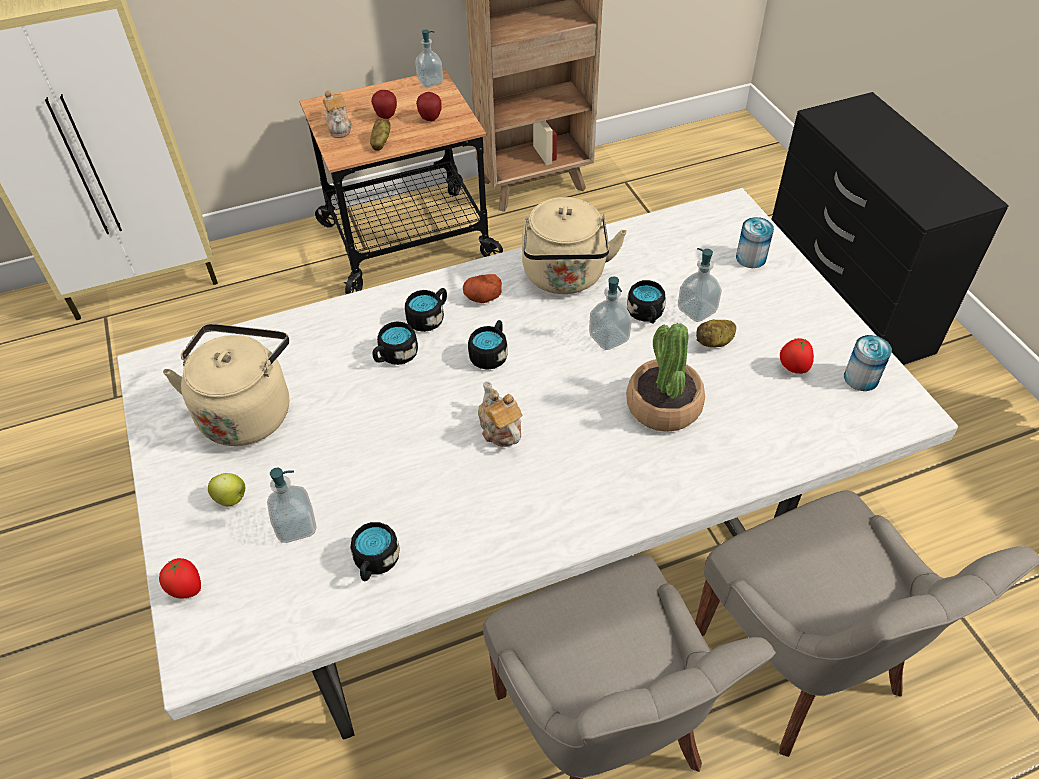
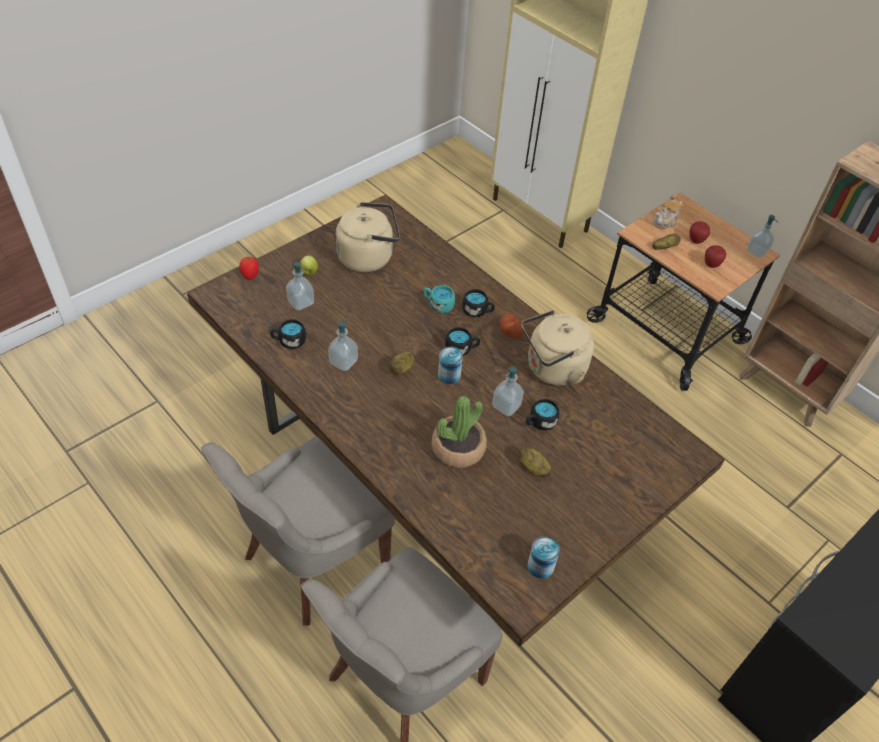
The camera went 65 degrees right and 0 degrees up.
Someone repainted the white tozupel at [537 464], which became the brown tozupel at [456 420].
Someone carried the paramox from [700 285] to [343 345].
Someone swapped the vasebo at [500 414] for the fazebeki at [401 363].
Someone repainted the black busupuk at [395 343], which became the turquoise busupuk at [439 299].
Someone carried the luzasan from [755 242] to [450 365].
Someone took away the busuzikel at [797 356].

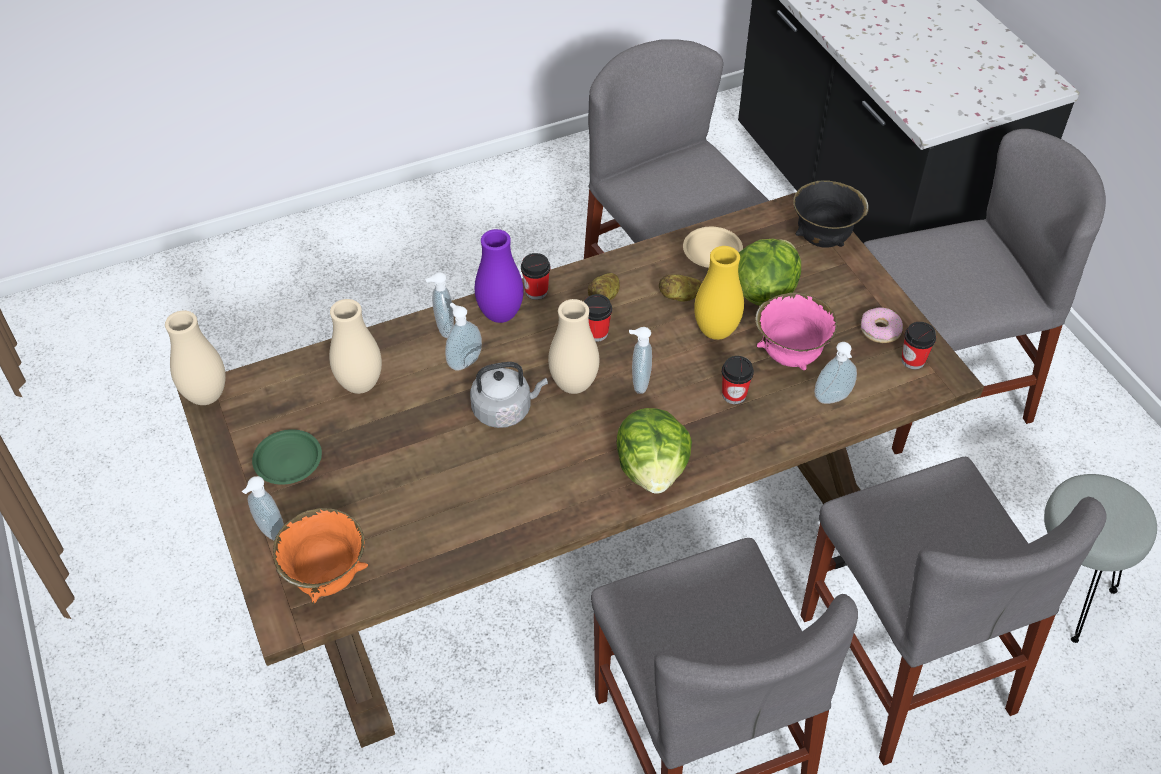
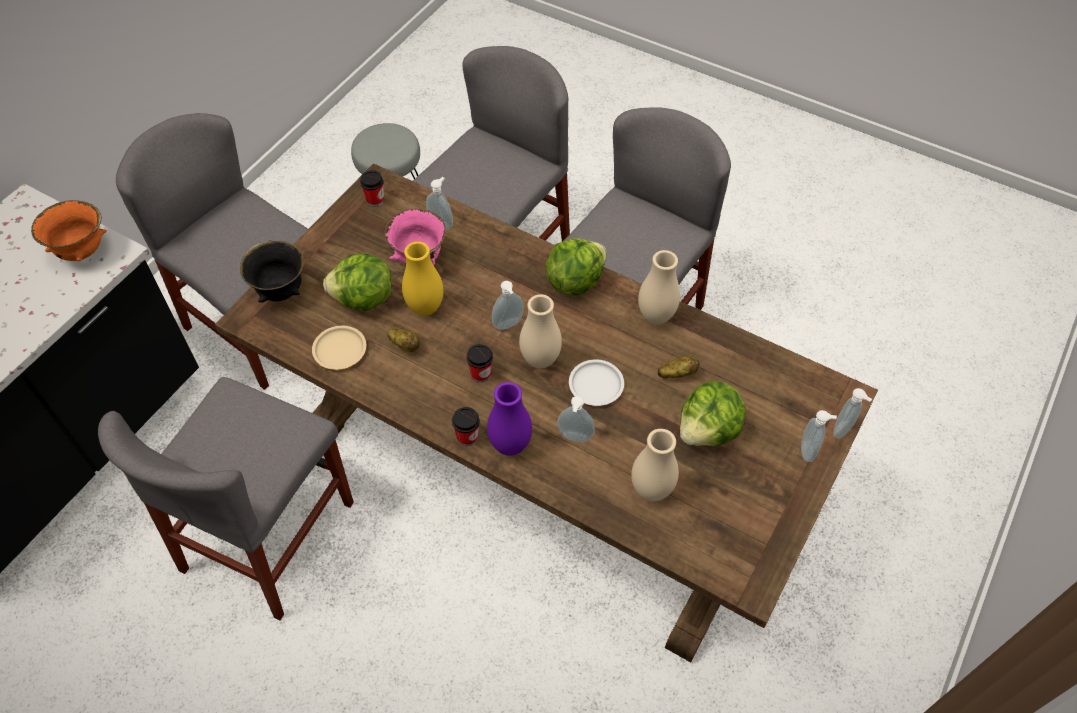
The camera went 125 degrees left and 5 degrees up.
Someone carried the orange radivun from [320 556] to [69 230].
Someone swapped the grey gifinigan at [509 395] for the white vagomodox at [596 383].
Someone carried the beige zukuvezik from [195 358] to [659 287].
Someone carried the fazebeki from [604 286] to [678 367].
Someone put down the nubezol at [713 413].
Someone carried the paramox from [439 305] to [852 413].
Someone took away the green vagomodox at [287 457].
Someone took away the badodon at [738 380].
Someone took away the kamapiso at [882 325].

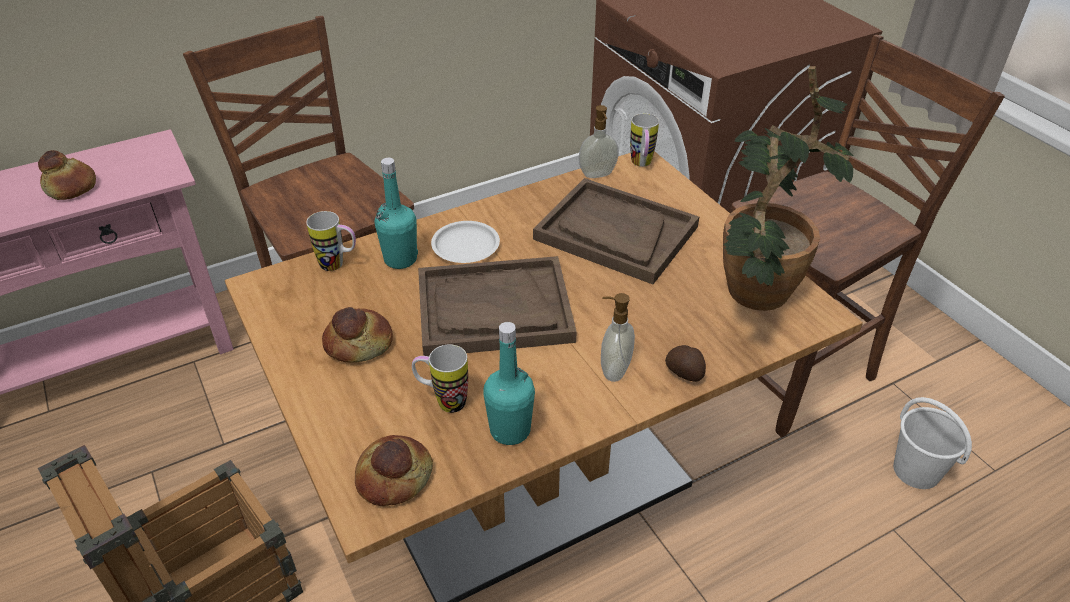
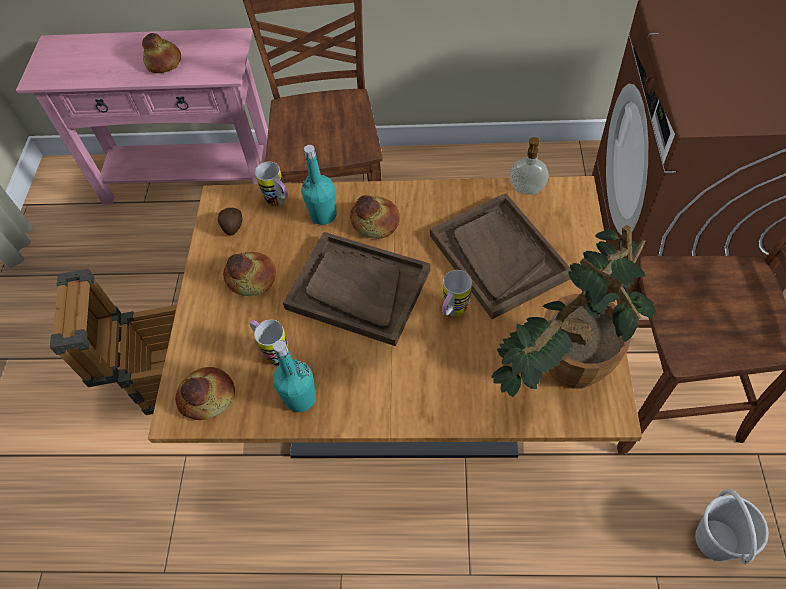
The camera went 35 degrees right and 15 degrees up.
Someone carried the fazebeki from [685 363] to [230 221].
Someone swapped the white vagomodox at [465 242] for the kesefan at [375 217].
Someone carried the busupuk from [644 140] to [457 293].
Someone took away the paramox at [618 337].

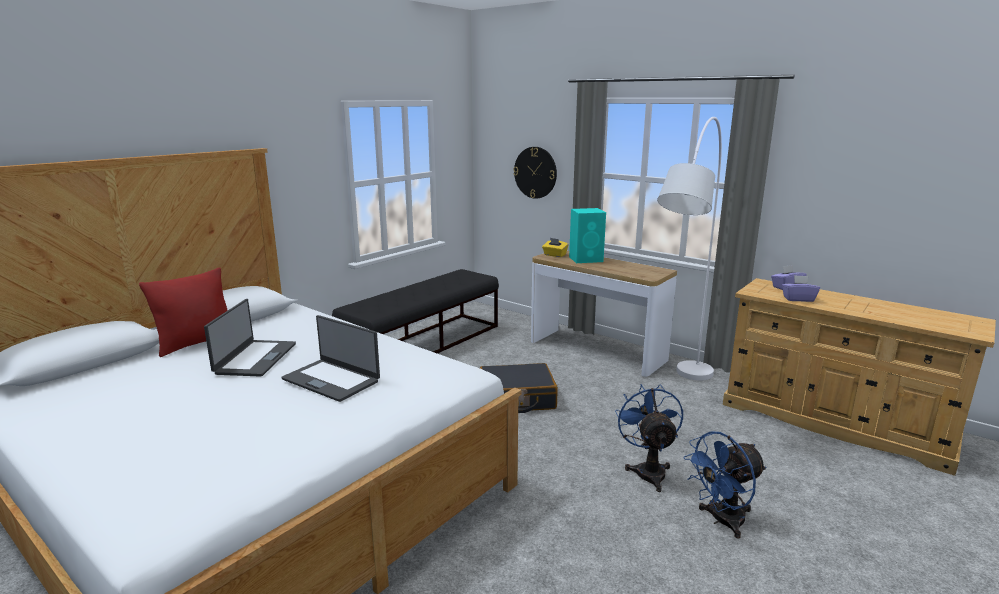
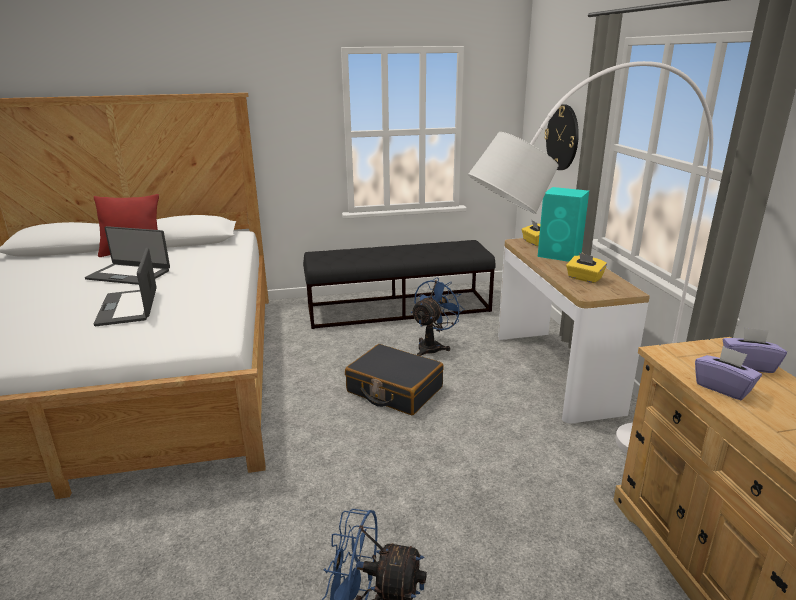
The camera went 40 degrees right and 5 degrees up.
Someone rotated the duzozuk at [250 338] by 60 degrees clockwise.
Someone carried the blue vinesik from [649 438] to [438 316].
Someone put down the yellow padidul at [586 268].

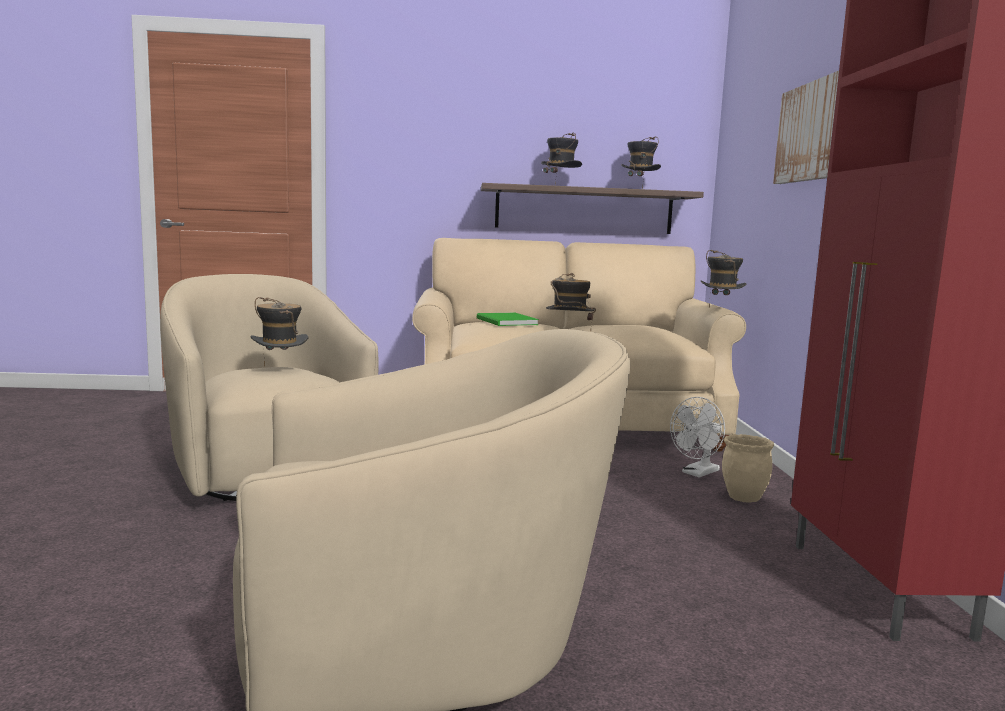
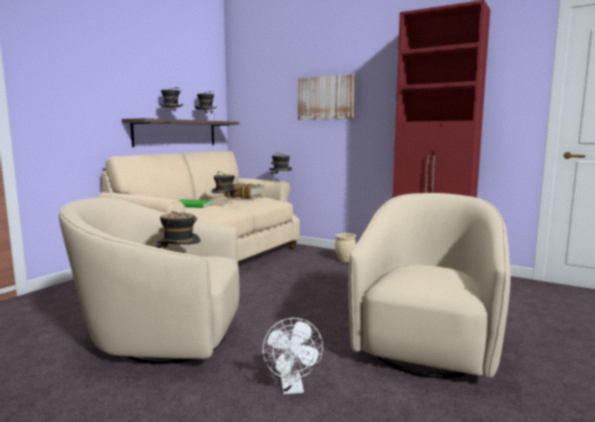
The camera went 55 degrees left and 0 degrees up.
Someone put down the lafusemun at [244 191].
Someone carried the white vinesik from [697 437] to [292 356].

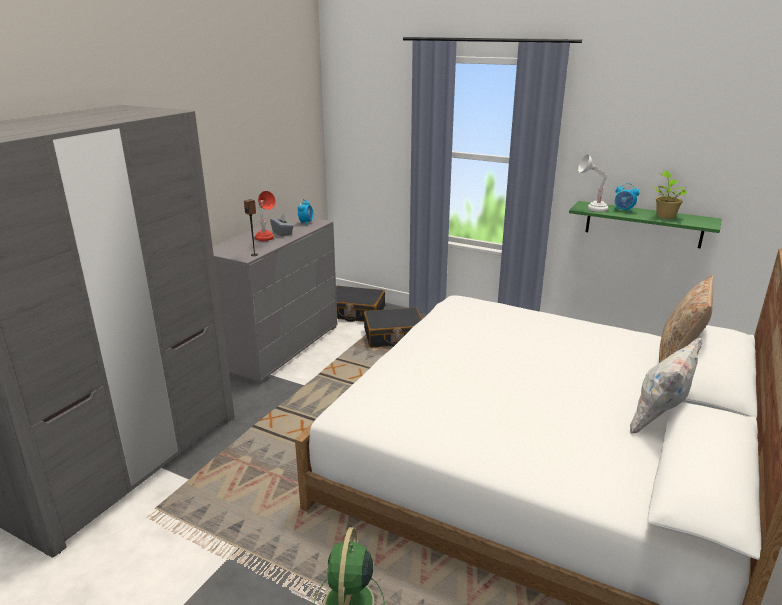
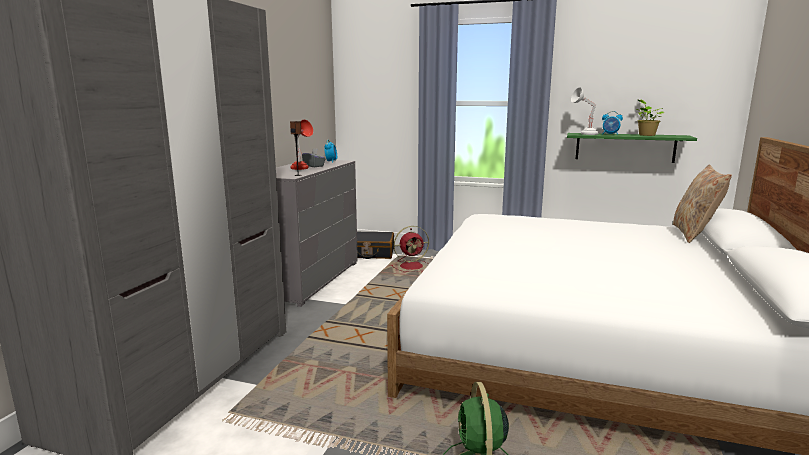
The camera went 10 degrees left and 10 degrees down.
Someone swapped the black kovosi at [393 327] for the red vinesik at [410 249].
Someone took away the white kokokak at [666 385].

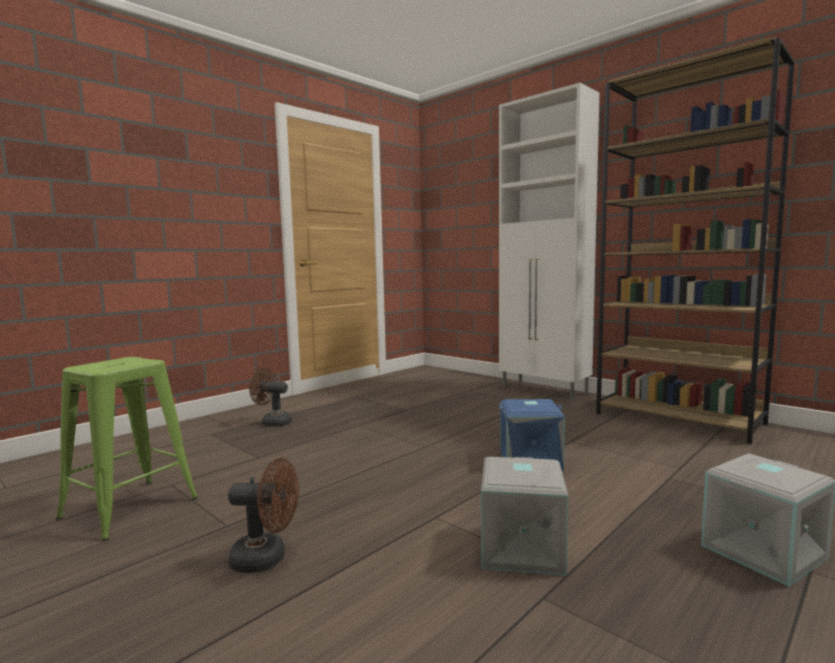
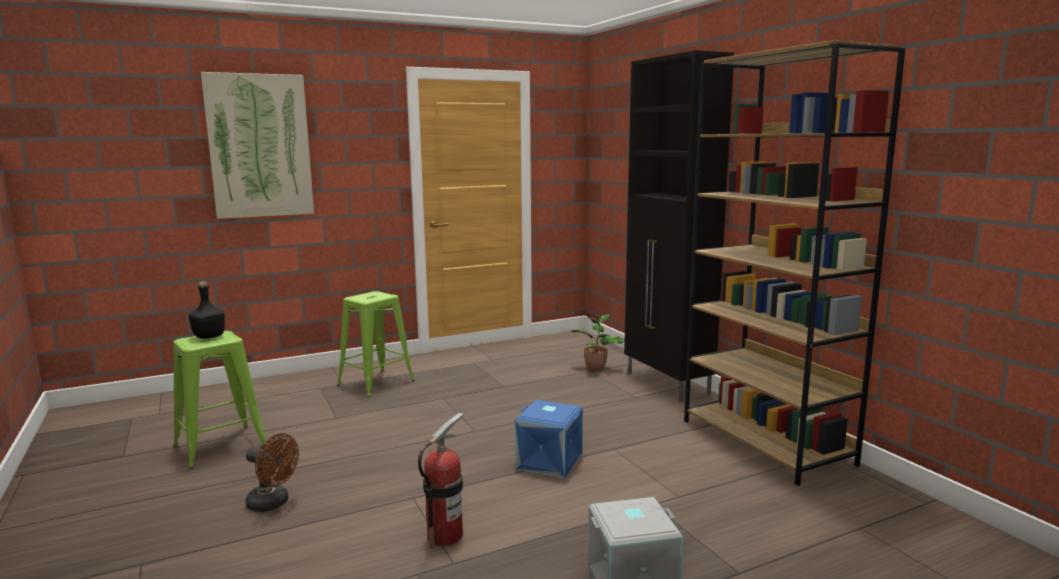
The camera went 20 degrees right and 5 degrees up.
Someone put down the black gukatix at [207 310].
Someone put up the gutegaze at [257 145].
Someone swapped the brown vinesik at [270 397] for the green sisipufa at [376 344].
Someone swapped the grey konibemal at [524 516] for the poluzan at [441 480].
Someone put down the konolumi at [597 342].
Someone repainted the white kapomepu at [549 242], which became the black kapomepu at [679 225].

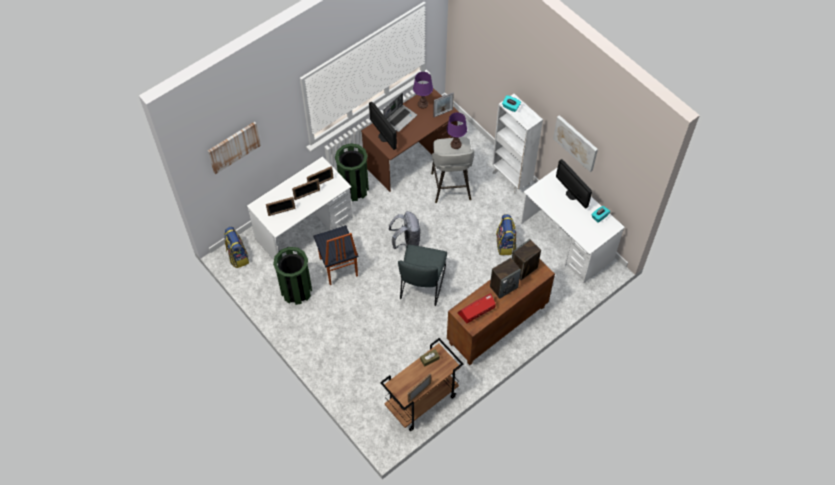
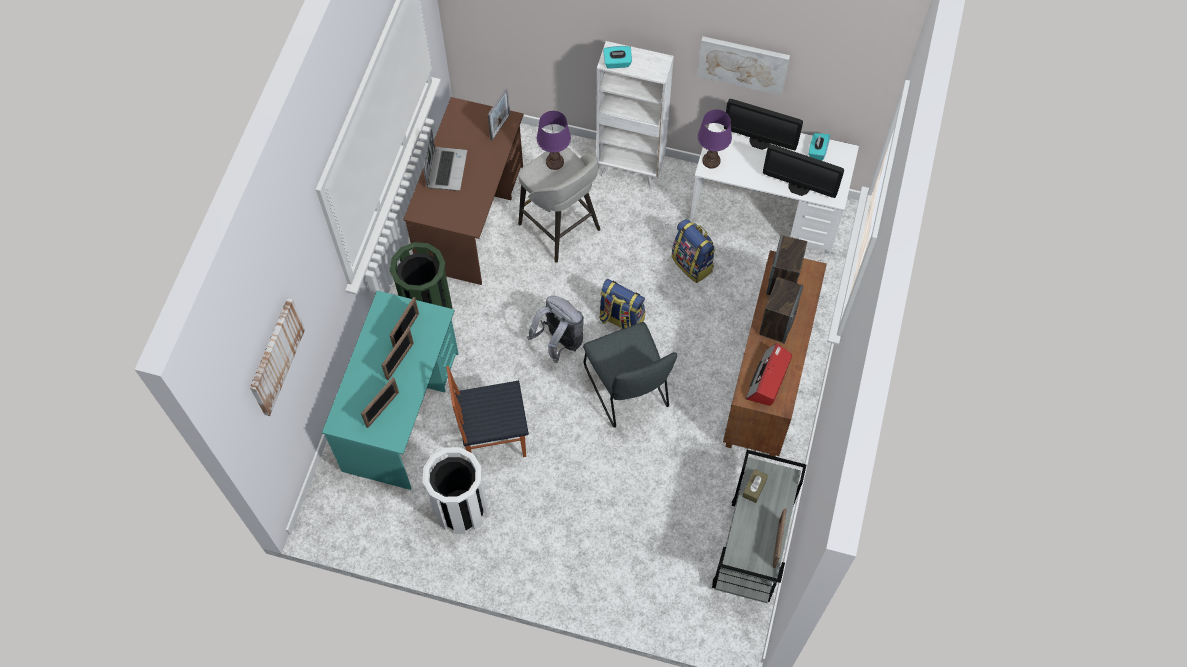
The camera went 35 degrees left and 5 degrees up.
Someone repainted the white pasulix at [300 210], which became the turquoise pasulix at [390 390].
Someone repainted the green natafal at [292 276], which became the white natafal at [455 490].
Someone rotated the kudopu at [336 255] by 135 degrees clockwise.
Someone carried the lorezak from [236 247] to [622 304].
Someone carried the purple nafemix from [423 90] to [715 139].
Someone repainted the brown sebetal at [421 384], which became the grey sebetal at [759 526].
Someone carried the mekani from [383 126] to [803 171].

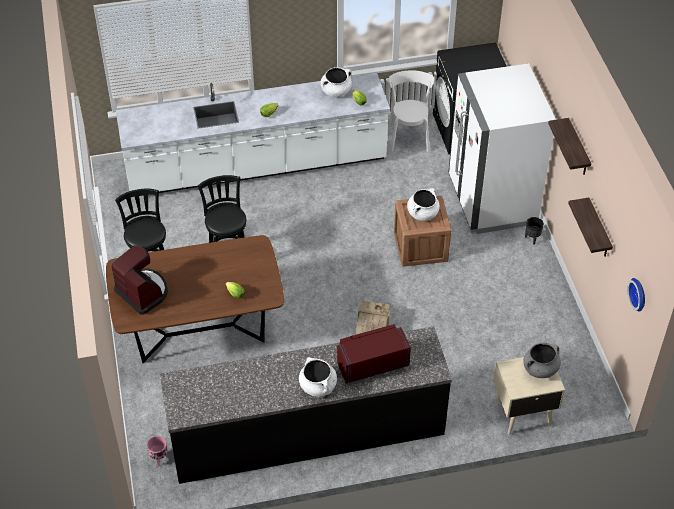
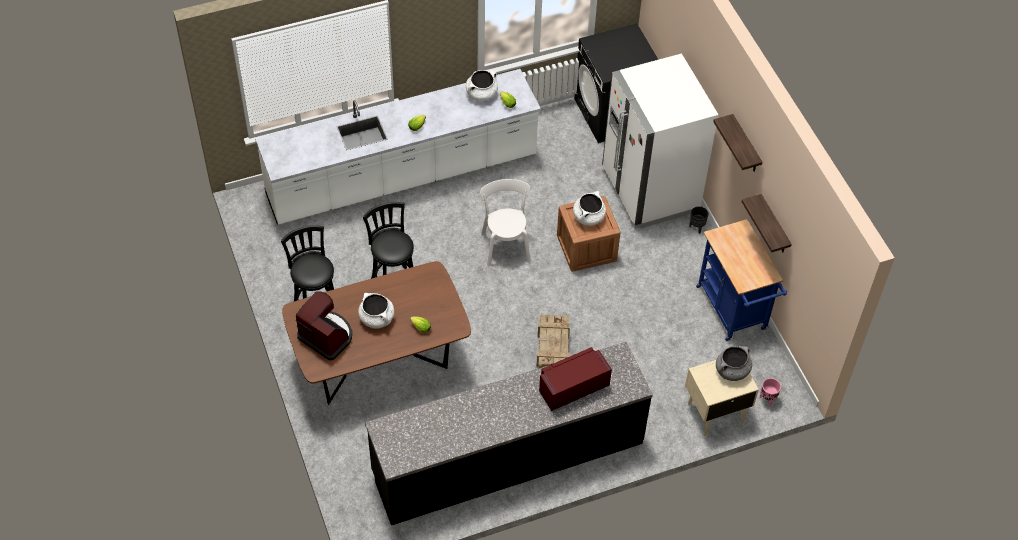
The camera went 10 degrees left and 5 degrees up.
Someone carried the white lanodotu from [318 377] to [376 311].
Someone carried the white kudopu from [411 111] to [505 223].
Someone put down the blue sebetal at [741 280].
Someone carried the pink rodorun from [157 451] to [770 392].
Someone took away the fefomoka at [636 295].

